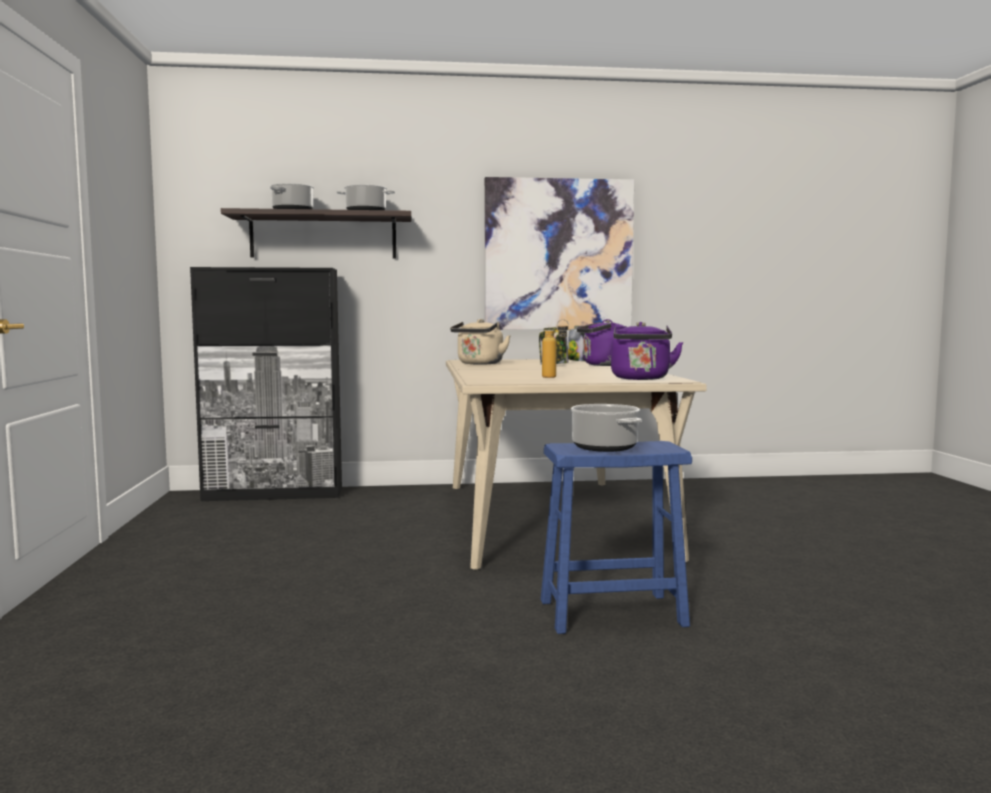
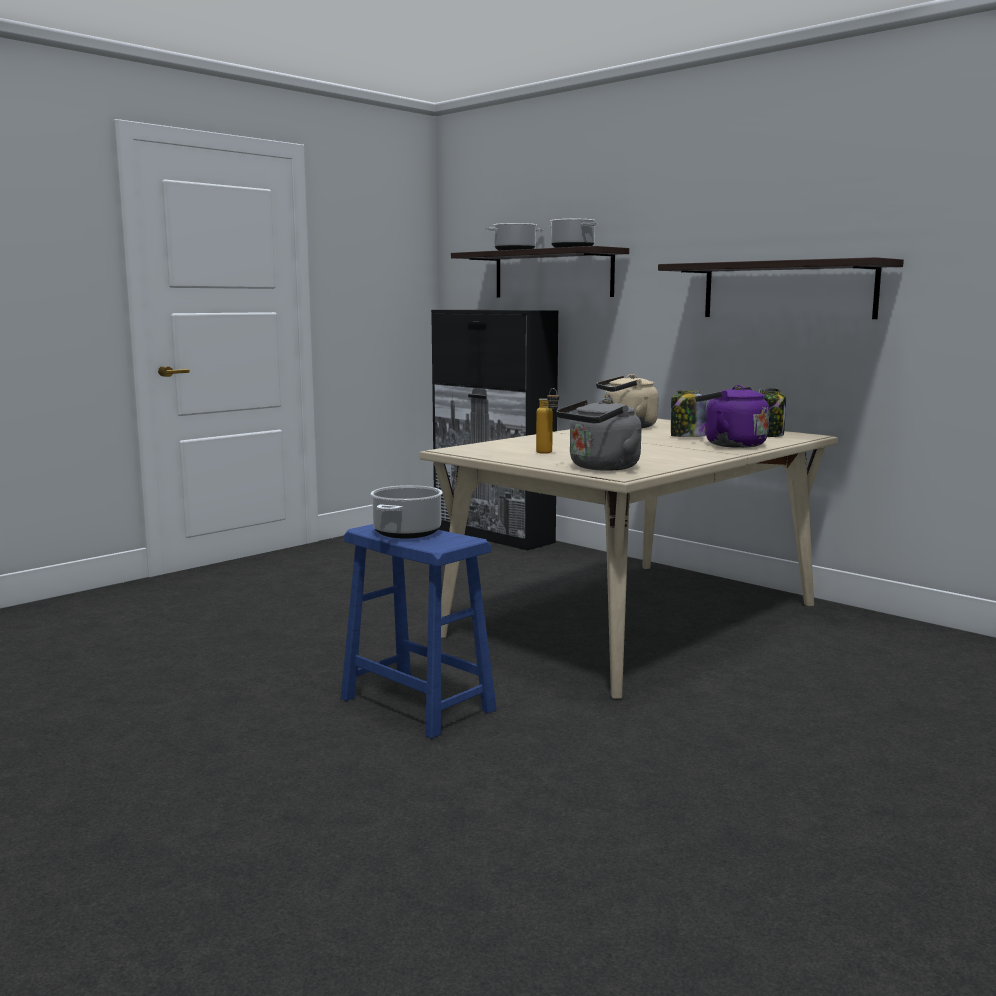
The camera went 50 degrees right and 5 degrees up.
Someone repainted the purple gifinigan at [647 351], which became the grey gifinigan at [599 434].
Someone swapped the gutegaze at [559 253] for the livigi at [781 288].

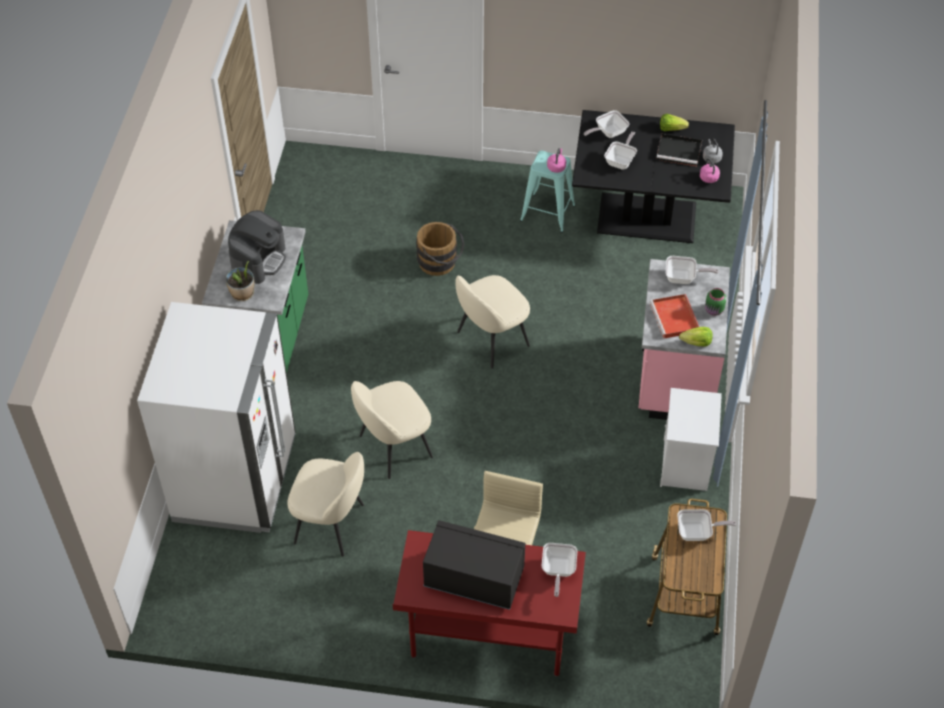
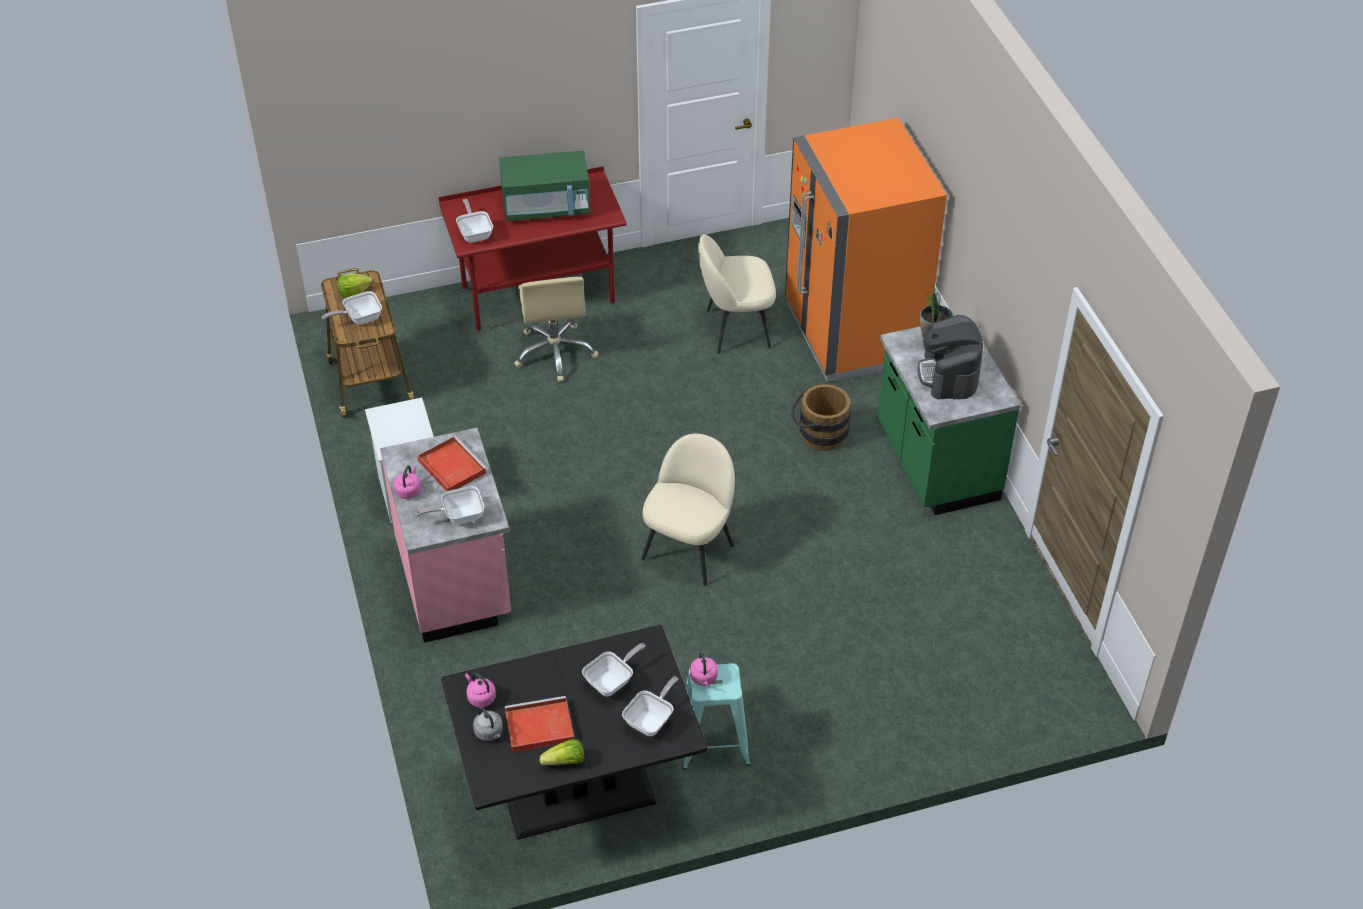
The camera went 155 degrees right and 5 degrees down.
Someone carried the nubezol from [696 337] to [355 286].
Someone swapped the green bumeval at [715 302] for the pink gifinigan at [407 482].
Someone repainted the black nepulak at [474 565], which became the green nepulak at [545 186].
Someone repainted the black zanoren at [679 149], which became the red zanoren at [539 724].
Someone rotated the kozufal at [620 151] by 135 degrees counterclockwise.
Someone repainted the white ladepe at [216 417], which became the orange ladepe at [866 250].
Someone carried the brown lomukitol from [440 249] to [821 417].
Someone took away the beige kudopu at [392 430].

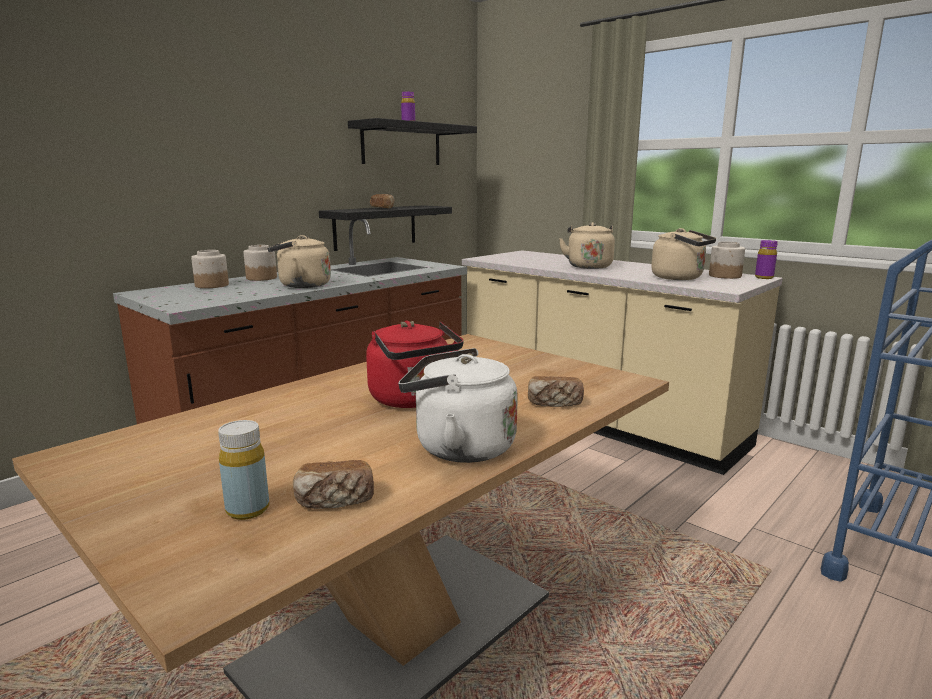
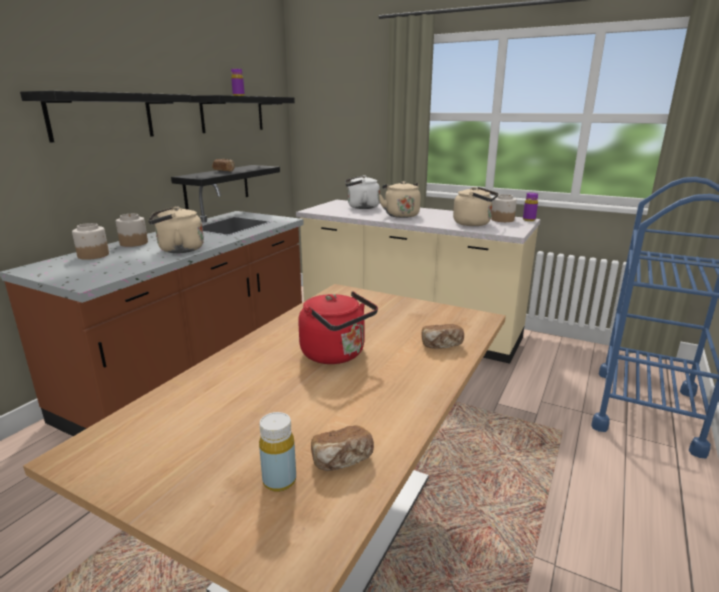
The camera went 15 degrees left and 5 degrees up.
Someone put up the black livigi at [105 117].
Someone carried the white gifinigan from [458 405] to [362 192].

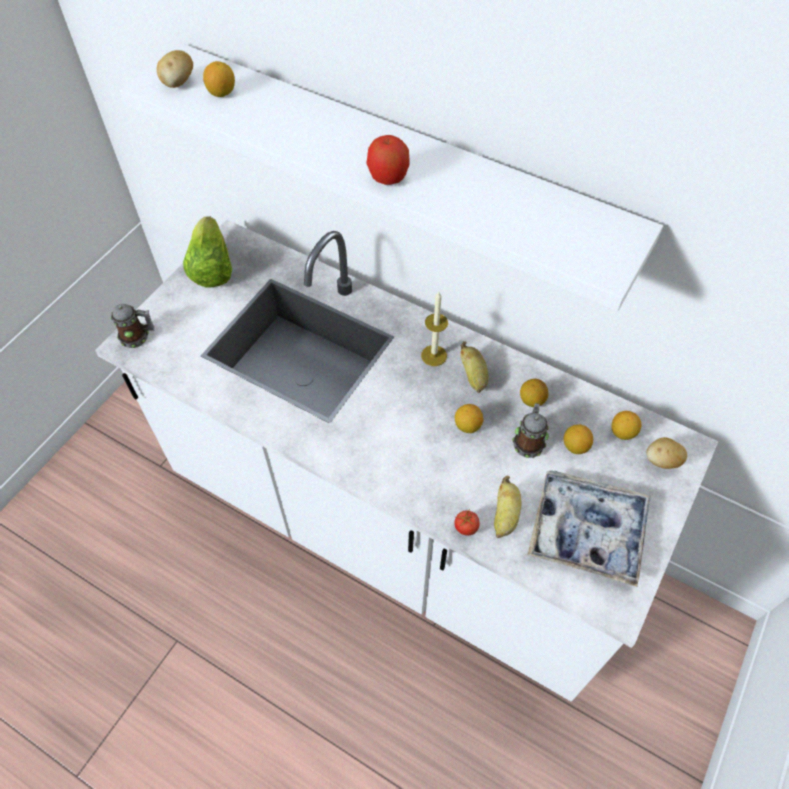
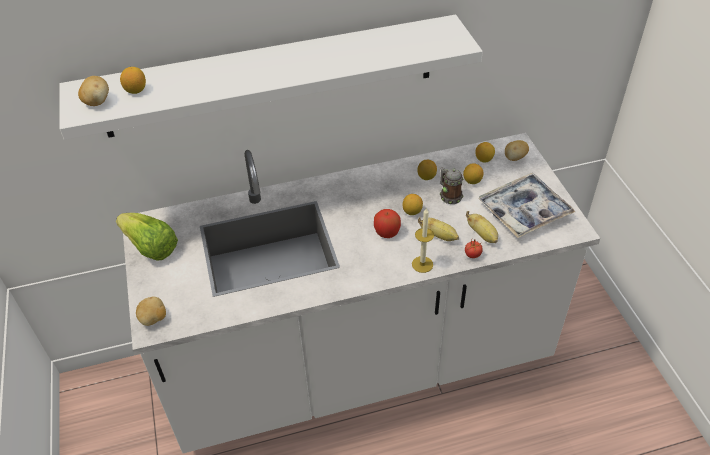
The camera went 45 degrees left and 10 degrees down.
Someone swapped the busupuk at [132 326] for the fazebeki at [151 311].
Someone carried the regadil from [388 160] to [387 223].
Someone carried the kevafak from [434 329] to [423 240].
Someone carried the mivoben from [475 367] to [438 229].

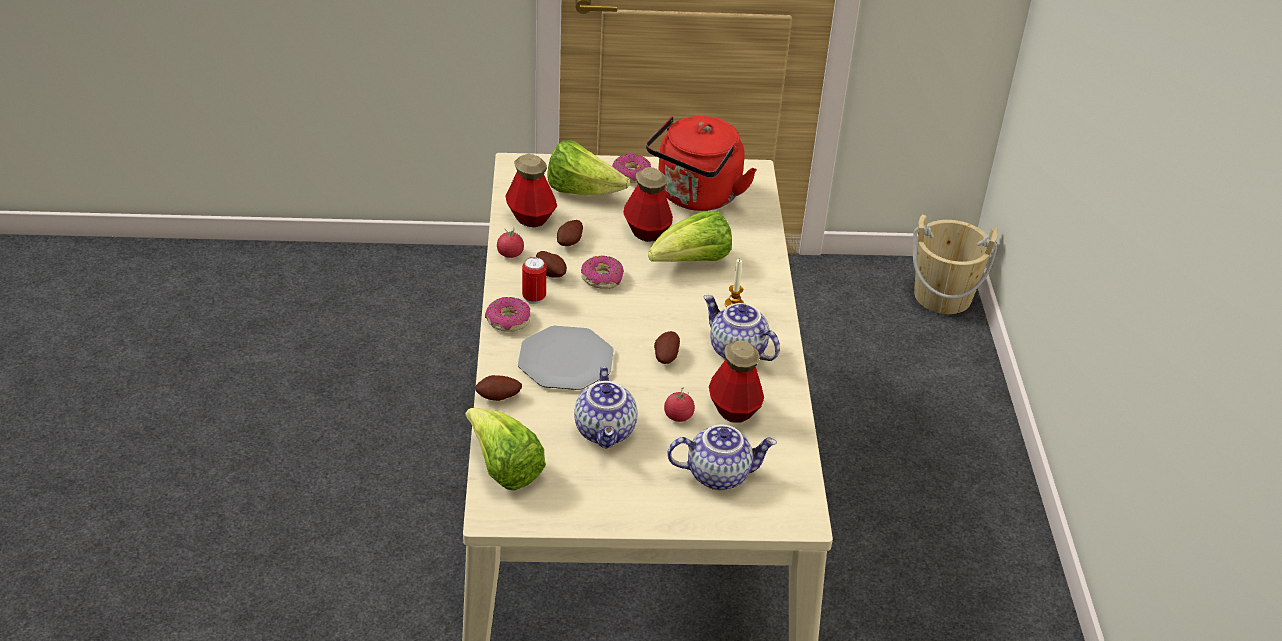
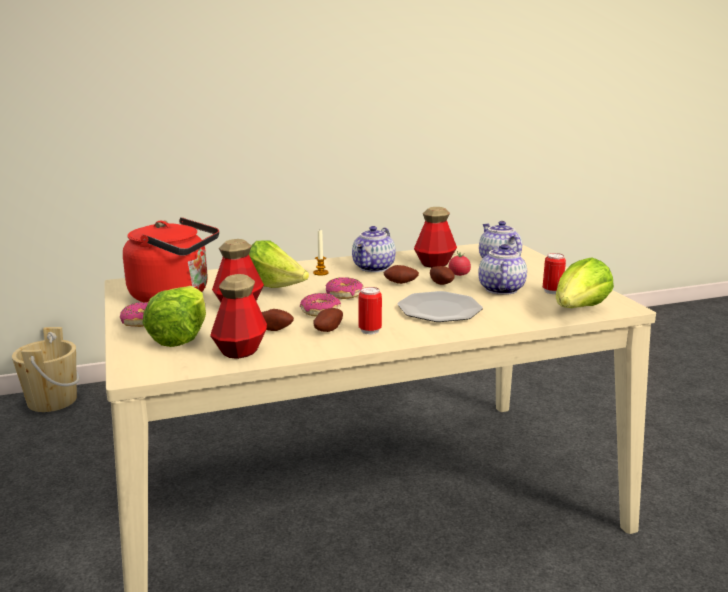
The camera went 105 degrees left and 20 degrees down.
Someone carried the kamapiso from [508 314] to [344 288].
Someone carried the fazebeki from [498 388] to [442 275].
Someone rotated the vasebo at [605 407] by 60 degrees counterclockwise.
Someone put down the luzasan at [554 273].
Someone took away the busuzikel at [510 243].

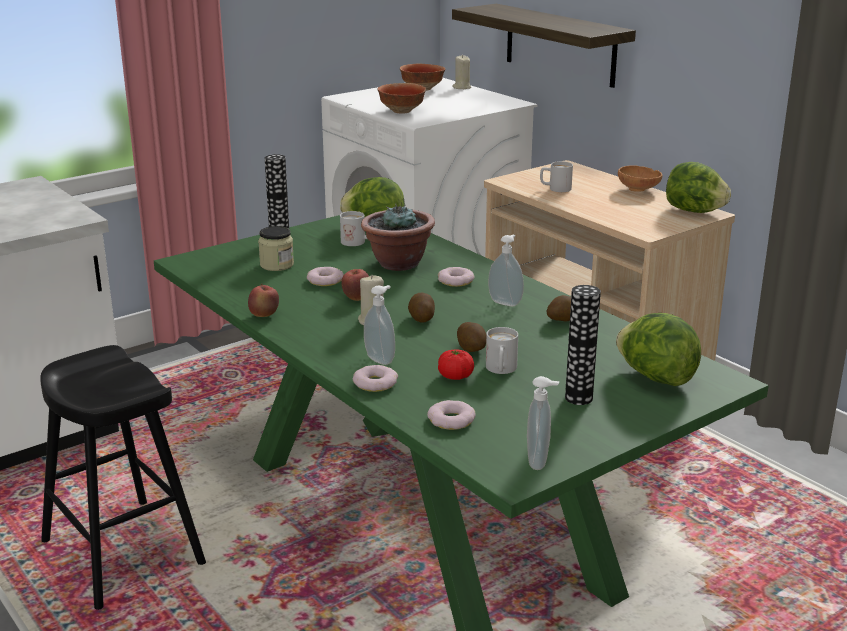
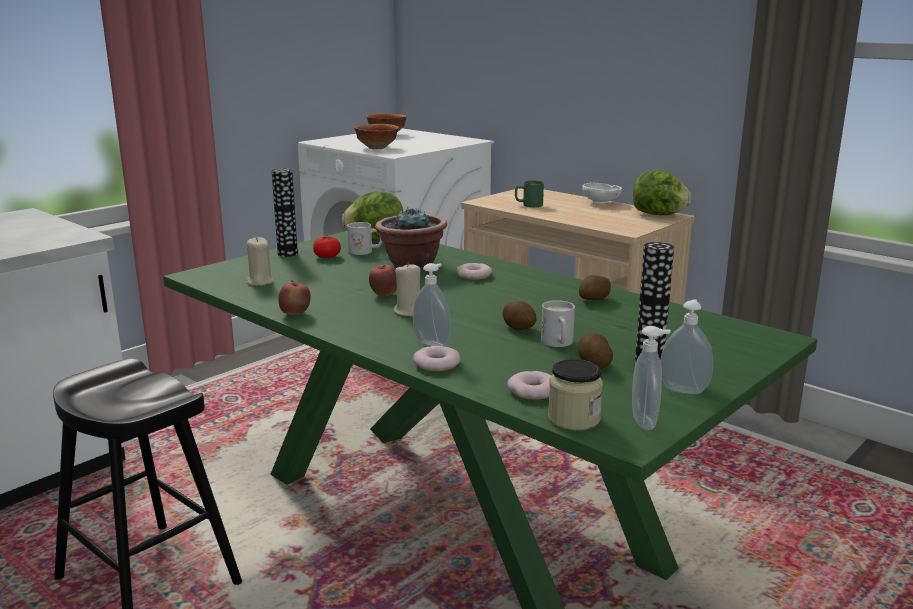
The camera went 10 degrees left and 5 degrees down.
Someone carried the beige kevafak from [461 72] to [260 261].
Someone carried the busuzikel from [456 364] to [327 247].
Someone repainted the white busupuk at [556 176], which became the green busupuk at [529 193].
Someone carried the bumeval from [276 248] to [575 395].
Someone carried the fazebeki from [421 308] to [595 351].
Someone repainted the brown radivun at [640 178], which became the white radivun at [602 193].
Someone carried the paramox from [506 270] to [686 346].
Someone took away the kamapiso at [325 276].
Someone took away the livigi at [544 46].
Someone took away the nubezol at [658 349].

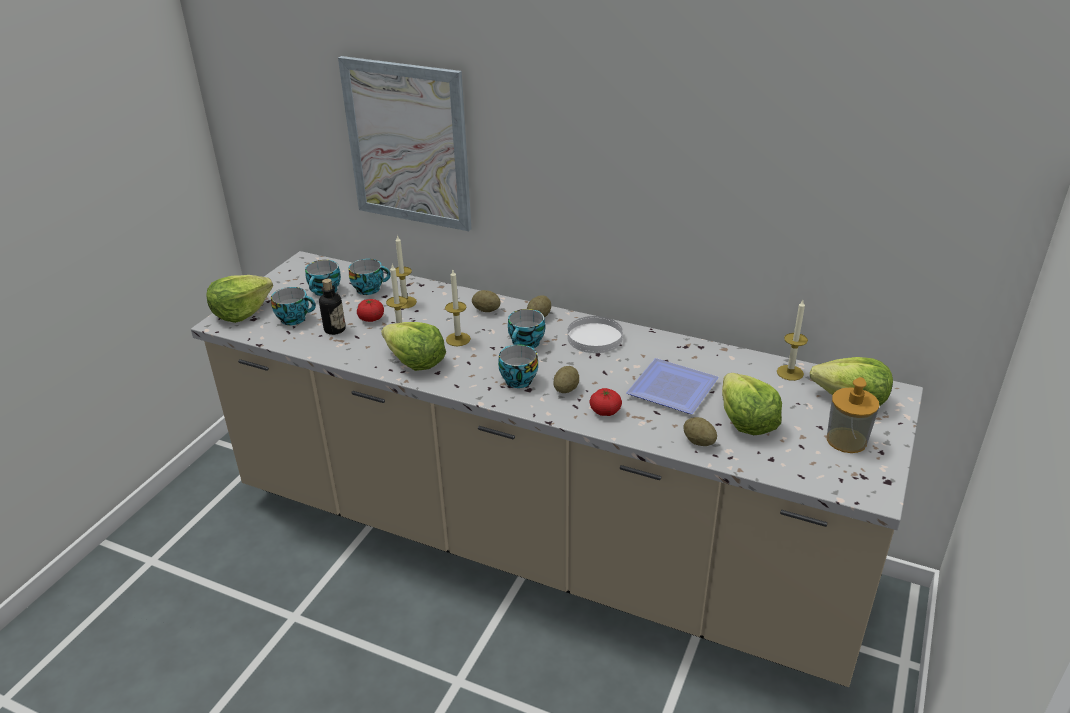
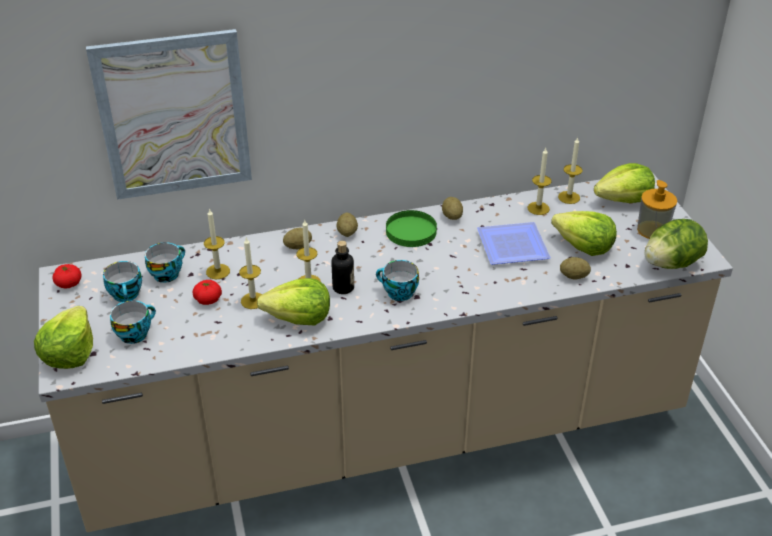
The camera went 40 degrees left and 5 degrees up.
Someone carried the busuzikel from [606 402] to [67 276].
Someone carried the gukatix from [332 307] to [342 267].
Someone repainted the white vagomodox at [595 334], which became the green vagomodox at [411 228].
Someone carried the fazebeki from [566 379] to [452 208].
Someone put down the kevafak at [539 181].
Someone put down the nubezol at [676 244].
Someone took away the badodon at [526 328].

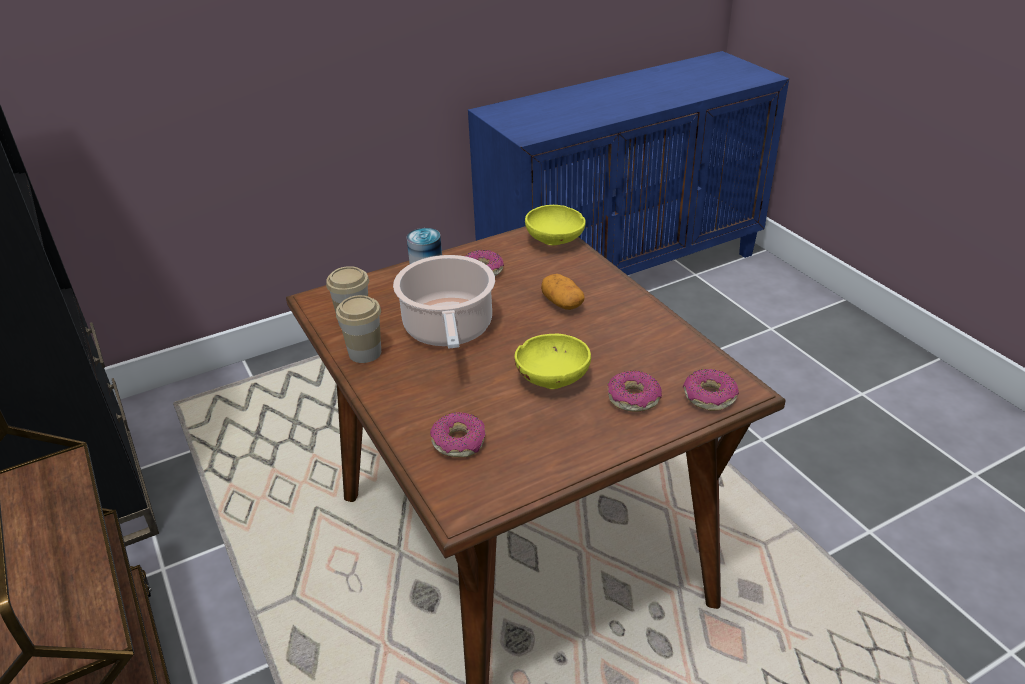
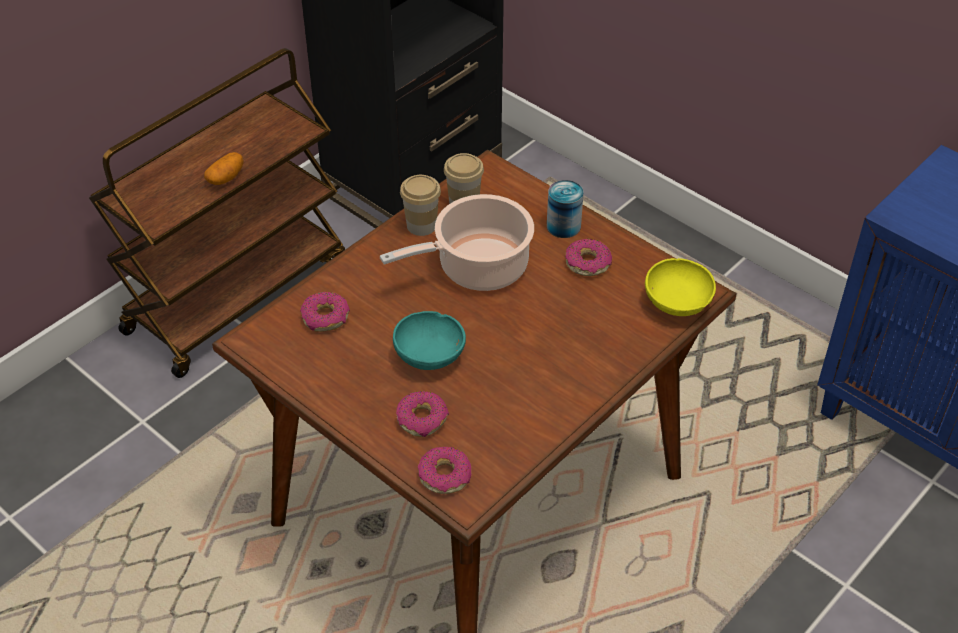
The camera went 70 degrees right and 10 degrees up.
Someone carried the fazebeki from [562 292] to [224 168].
Someone repainted the yellow radivun at [552 361], which became the turquoise radivun at [429 340].

